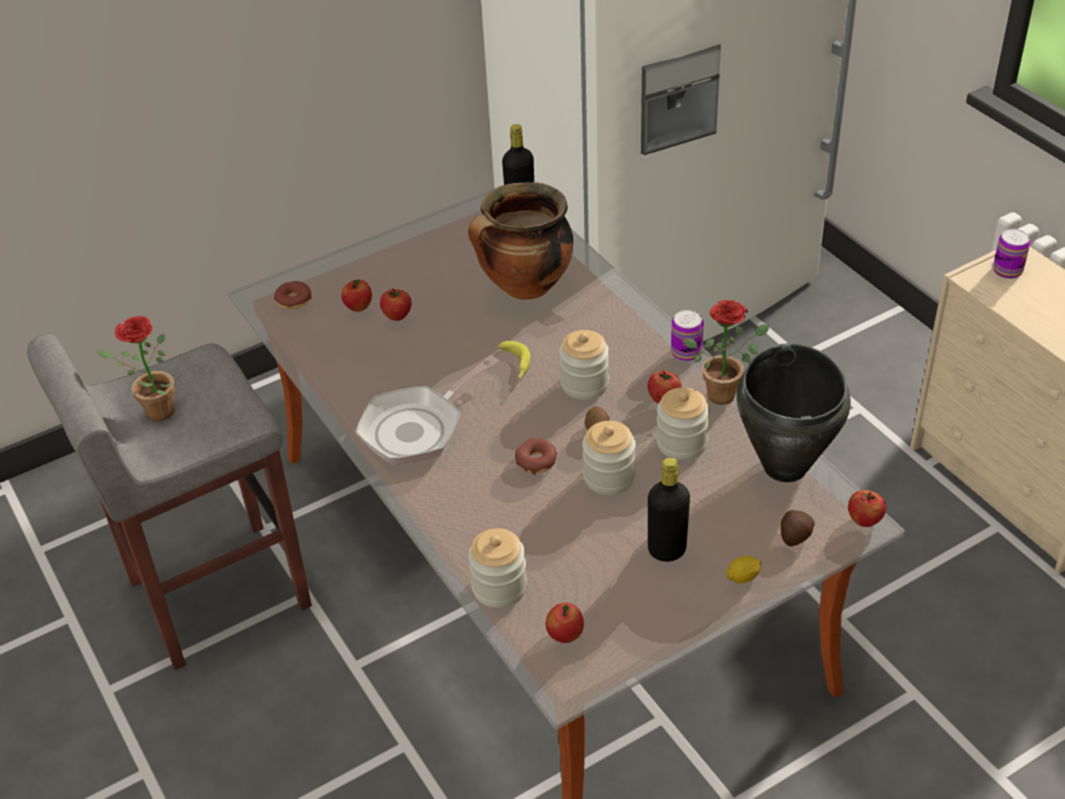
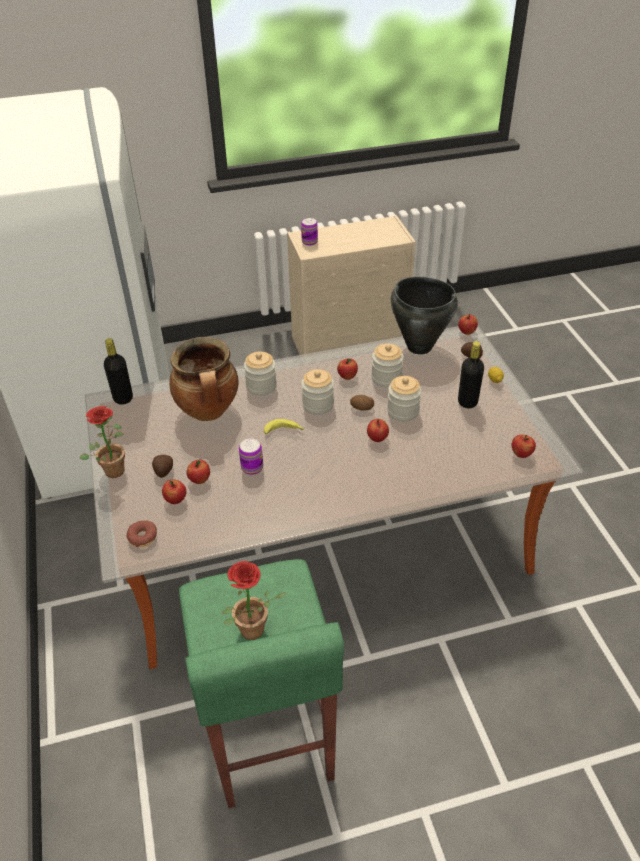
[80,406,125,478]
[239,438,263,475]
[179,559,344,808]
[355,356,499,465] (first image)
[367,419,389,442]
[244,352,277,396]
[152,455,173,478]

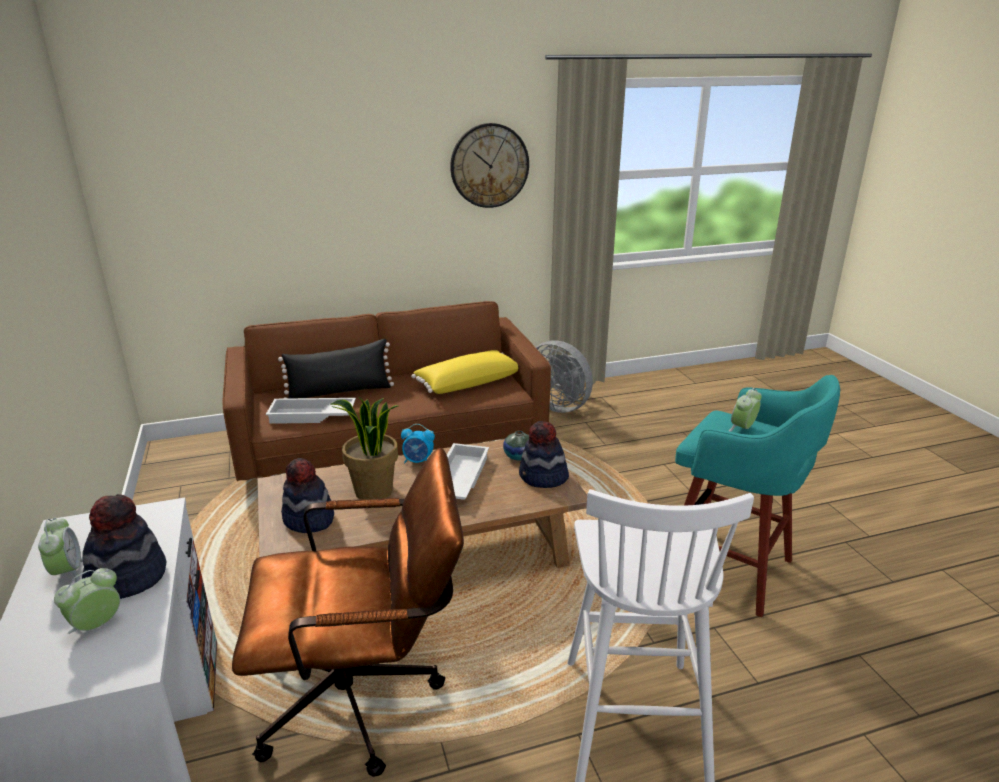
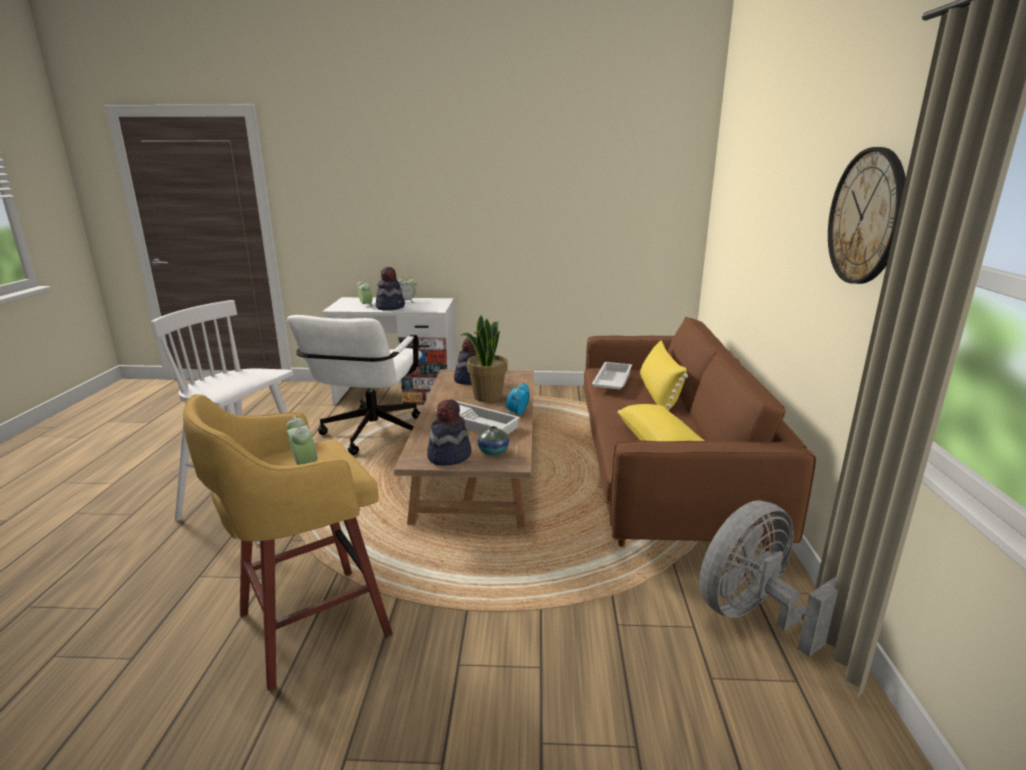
[640,340,688,411]
[183,394,393,691]
[287,315,422,455]

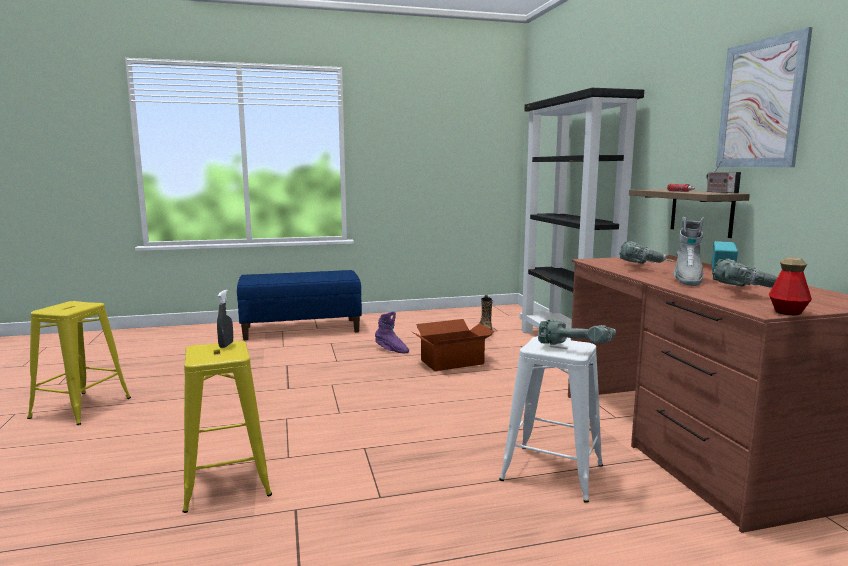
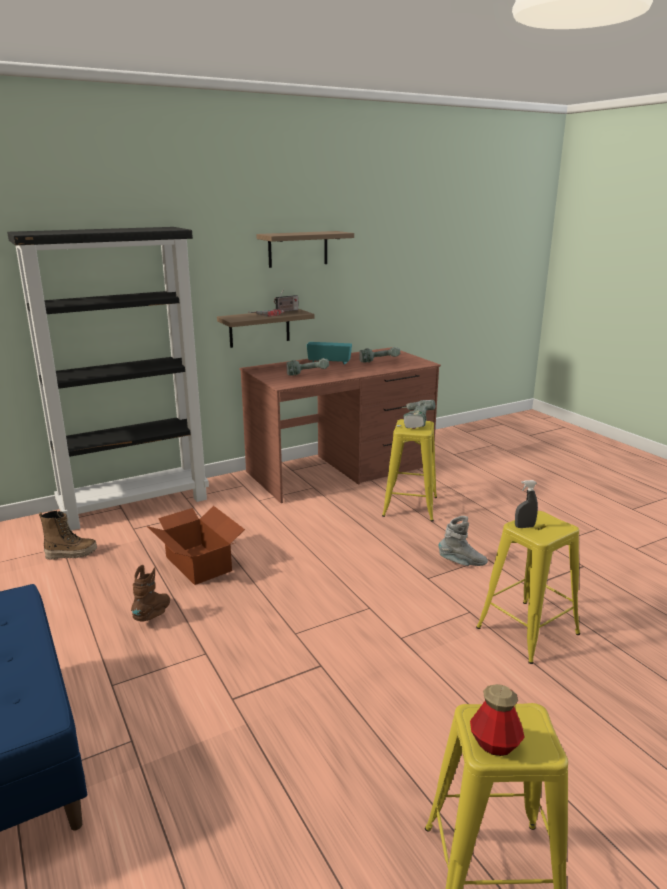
[256,231,354,268]
[438,516,488,566]
[470,684,525,756]
[131,565,170,621]
[382,419,437,522]

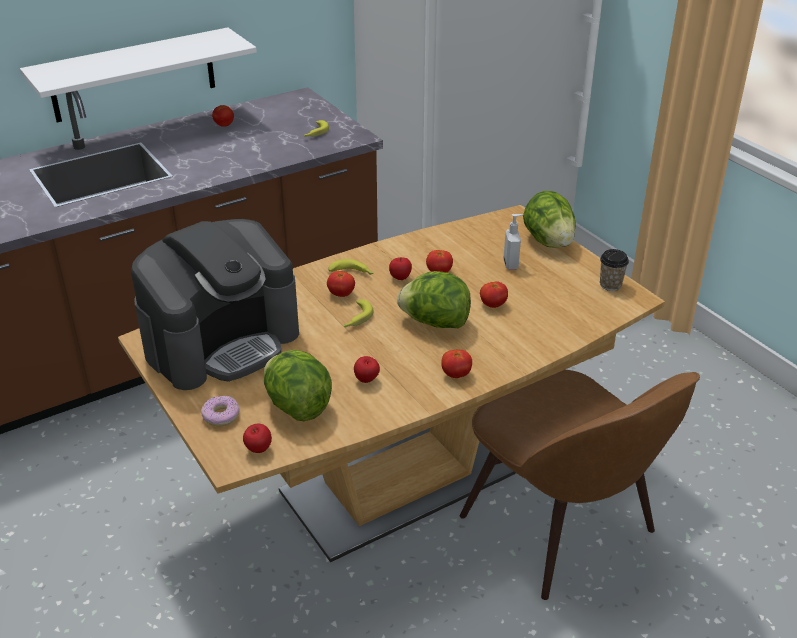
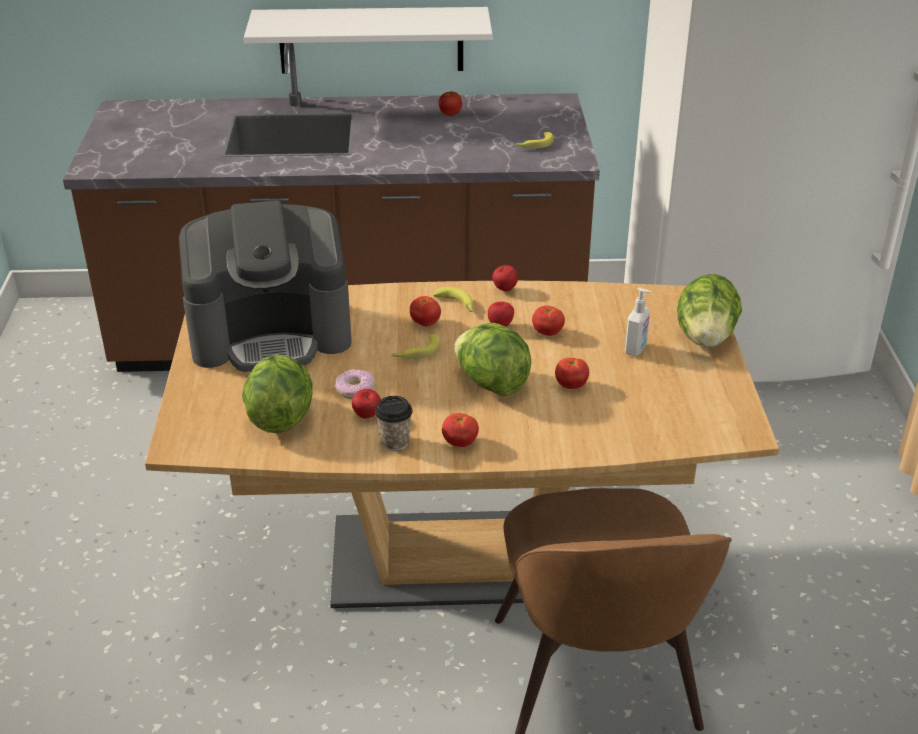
[375,396,412,451]
[335,369,375,399]
[492,265,518,291]

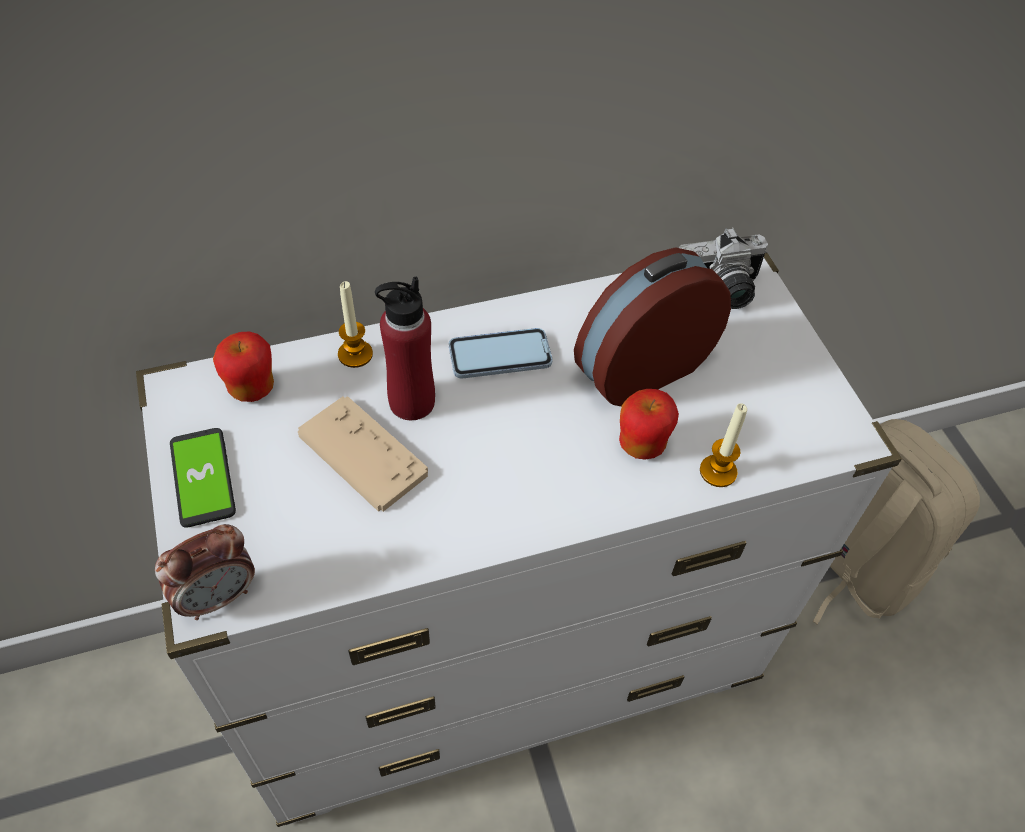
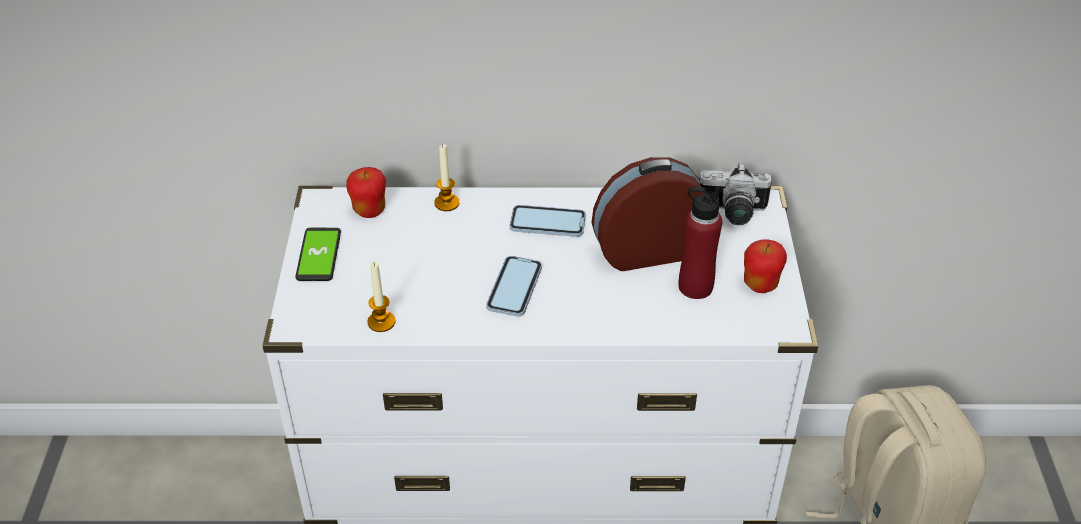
[679,187,722,299]
[744,240,787,293]
[298,396,428,512] (first image)
[367,262,396,332]
[155,524,255,620] (first image)
[486,256,542,316]

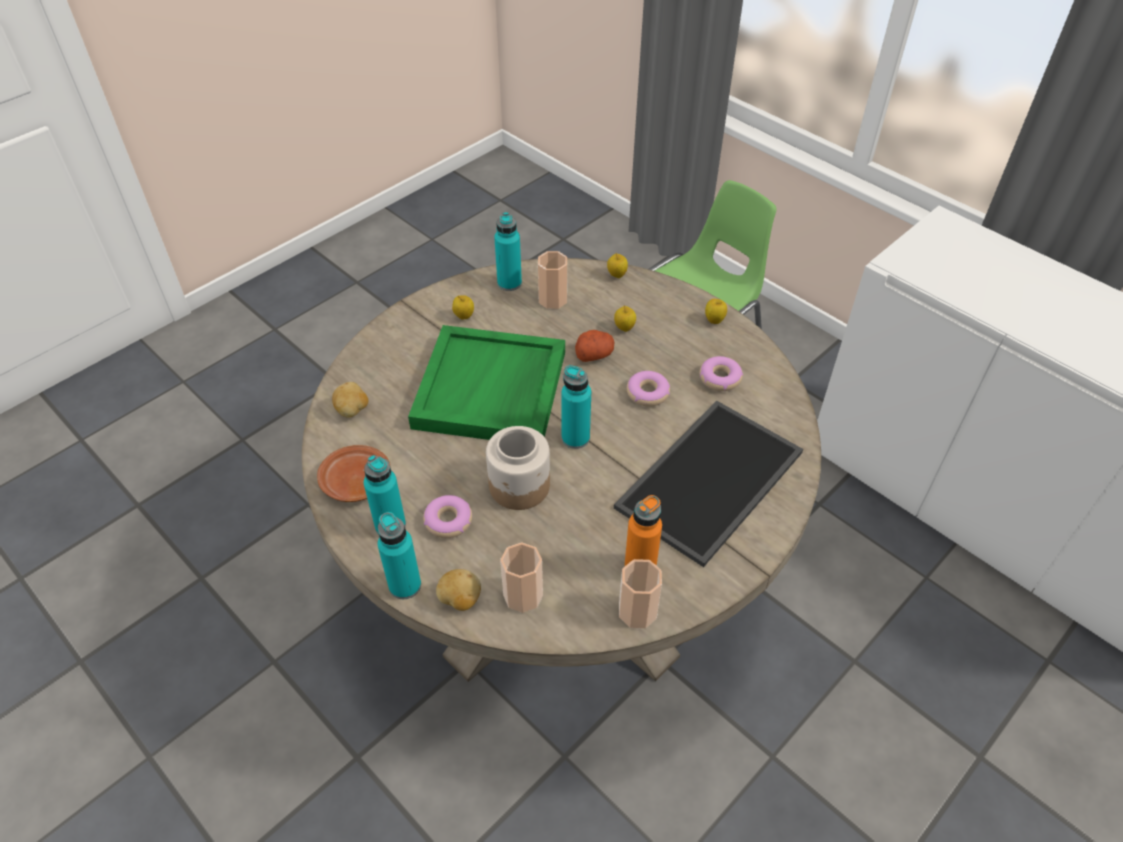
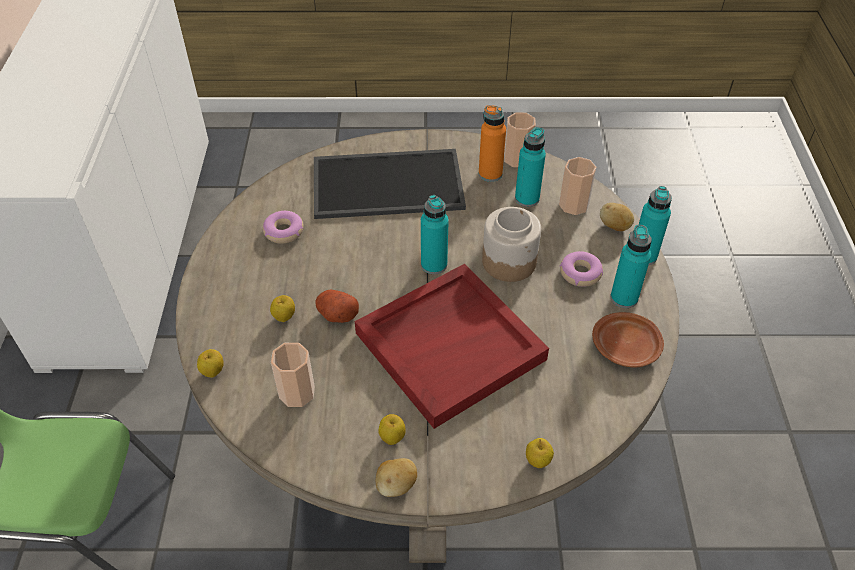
[515,127,546,207]
[526,438,554,468]
[355,264,549,429]
[627,371,670,407] (first image)
[376,458,417,497]

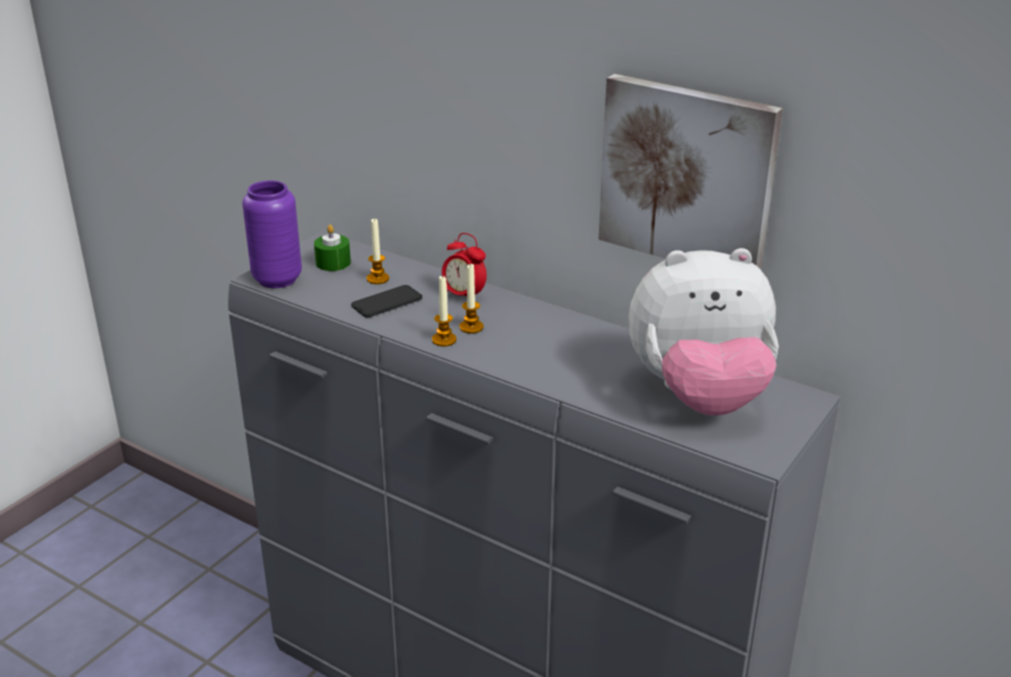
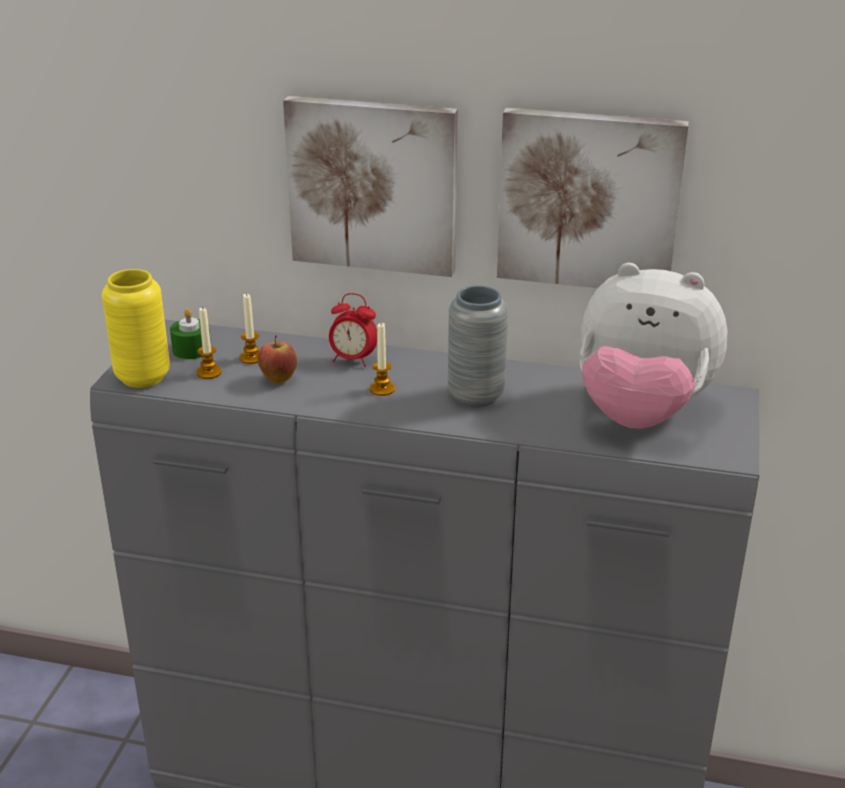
[102,269,170,388]
[580,263,727,429]
[196,307,222,379]
[258,336,297,384]
[283,96,458,277]
[448,285,508,407]

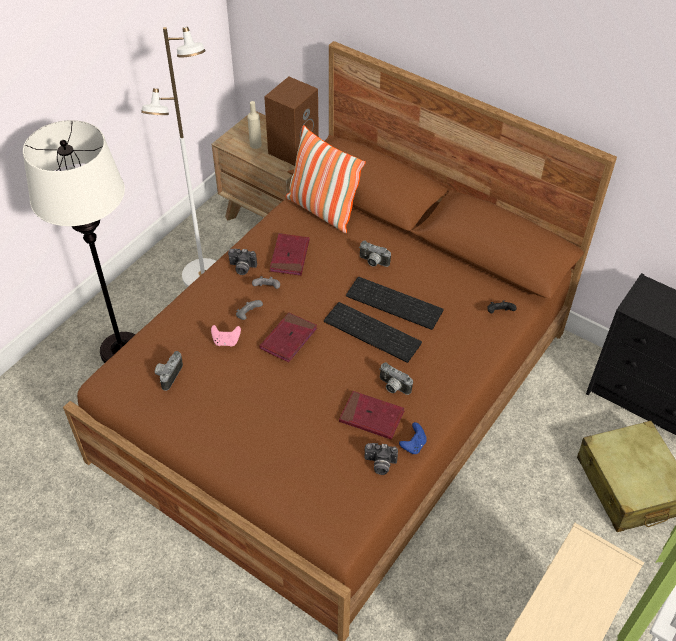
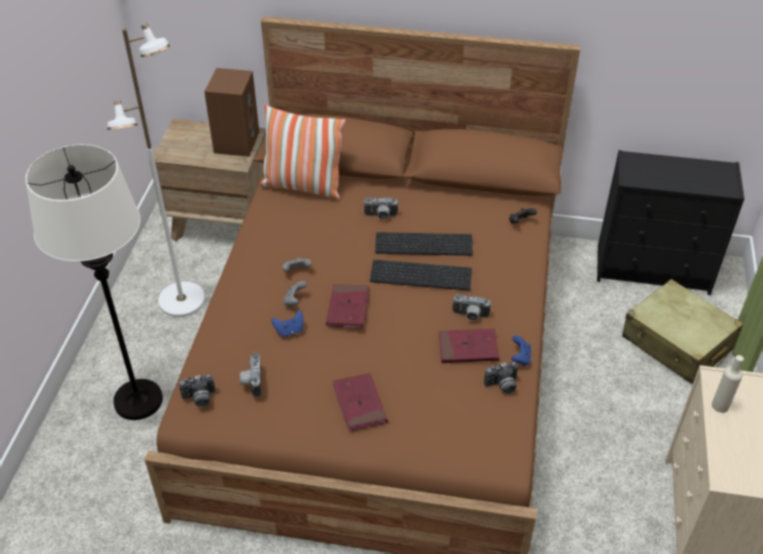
[712,355,744,413]
[333,373,388,432]
[179,374,216,407]
[272,310,303,337]

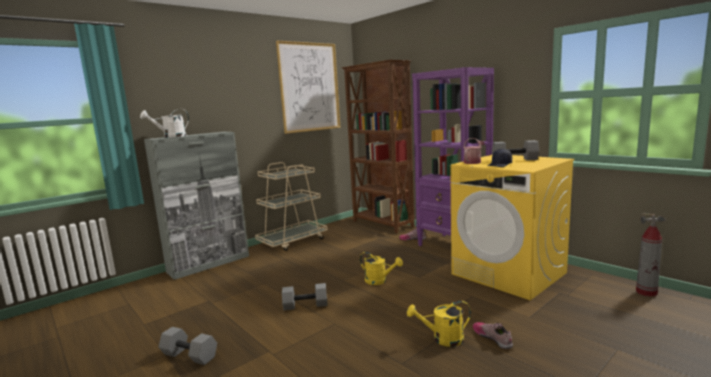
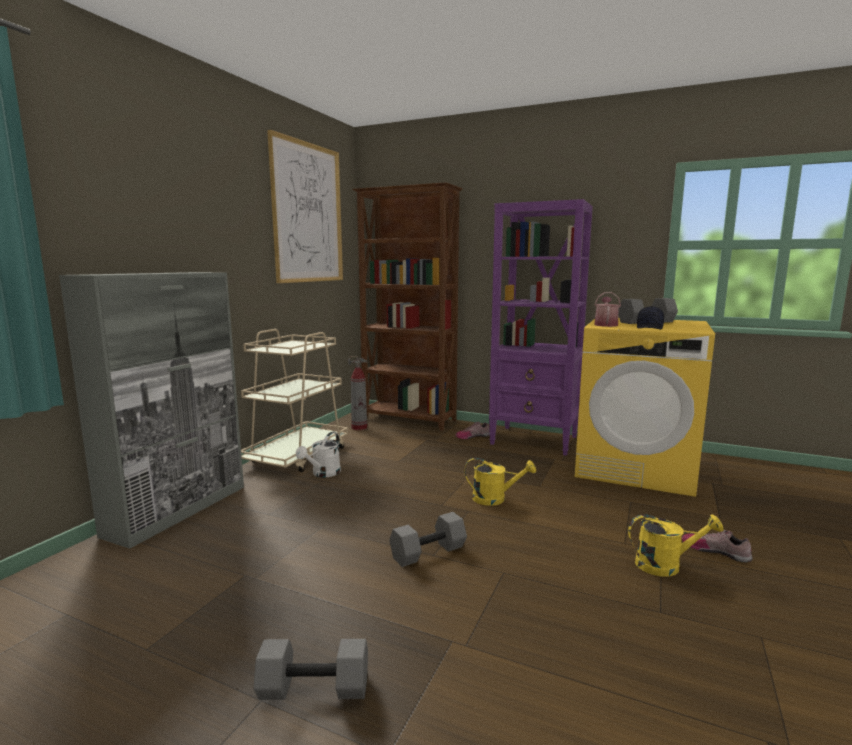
[296,432,341,477]
[348,356,367,430]
[628,514,723,577]

